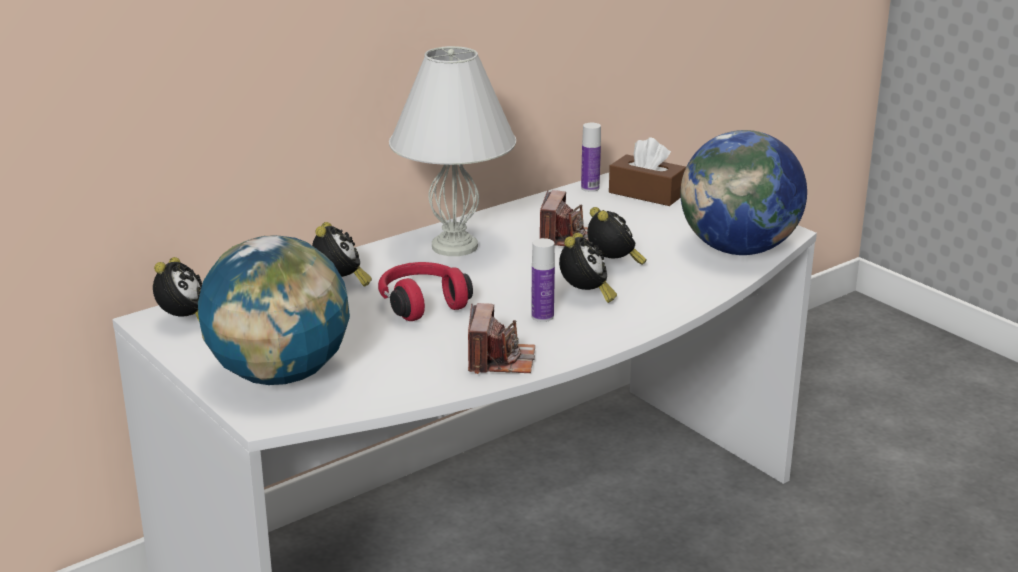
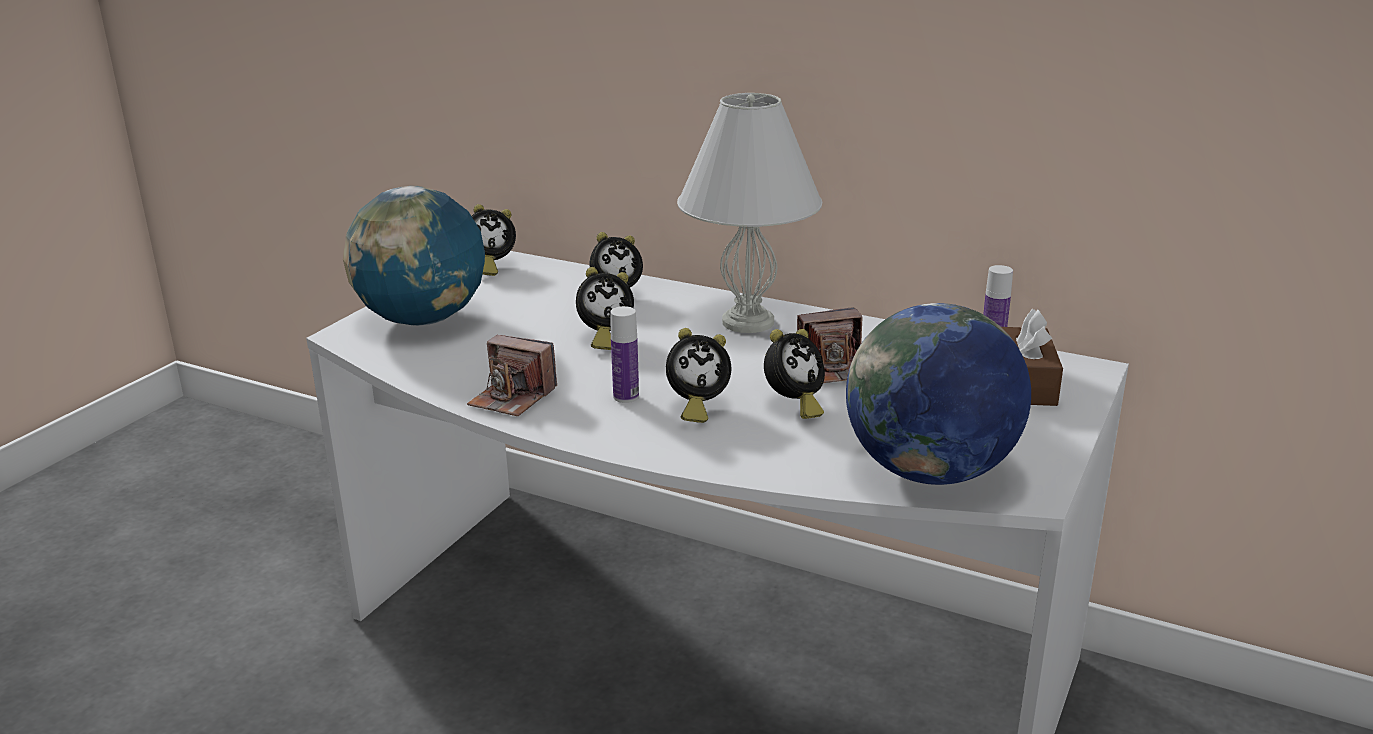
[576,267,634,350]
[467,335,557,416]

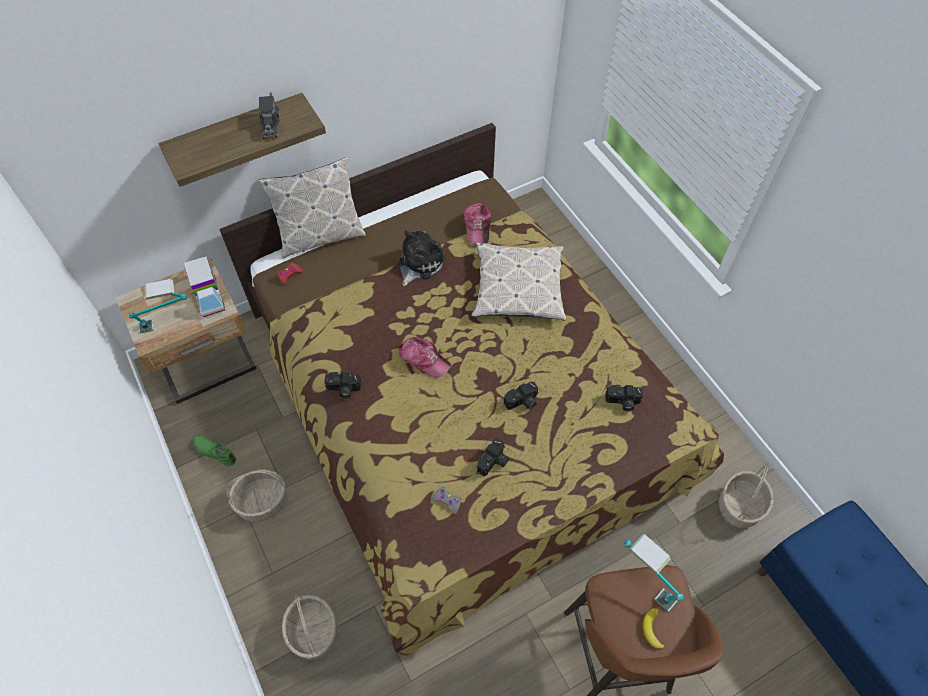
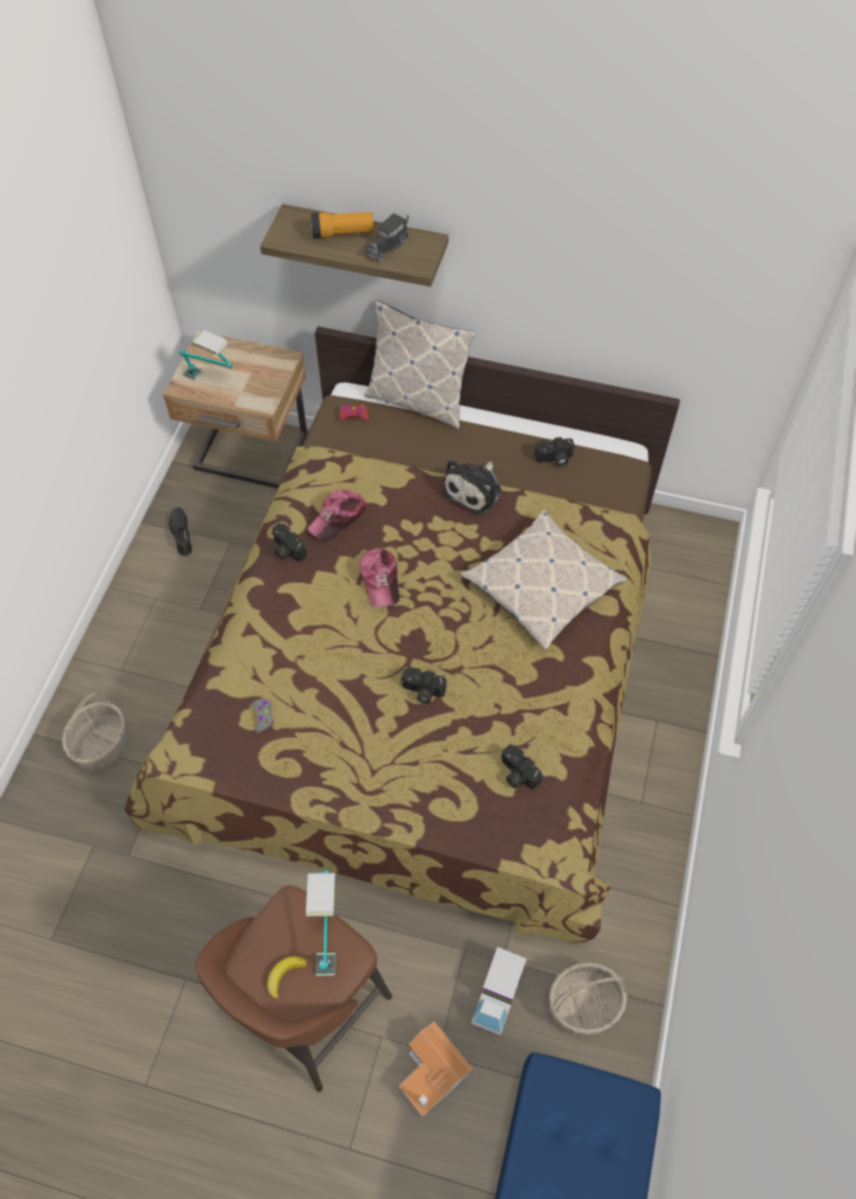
[307,489,367,541]
[442,459,502,515]
[471,947,527,1037]
[169,507,192,556]
[534,437,575,466]
[226,469,287,522] (first image)
[311,212,374,238]
[399,1022,473,1117]

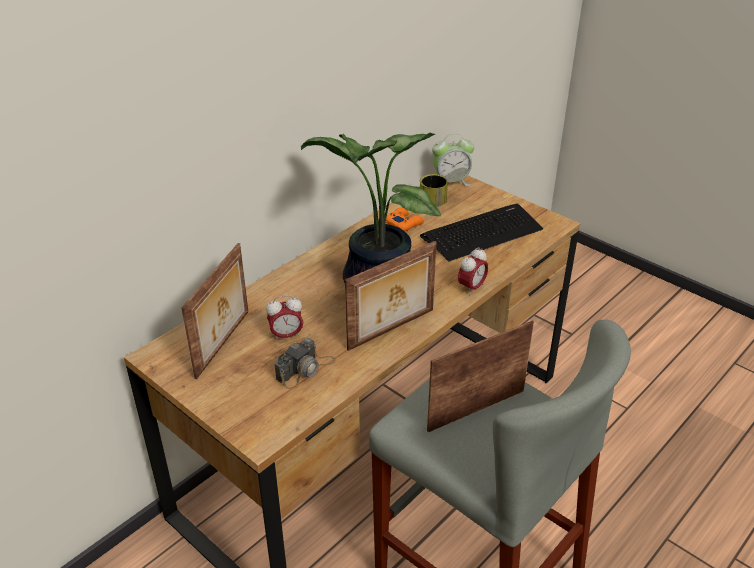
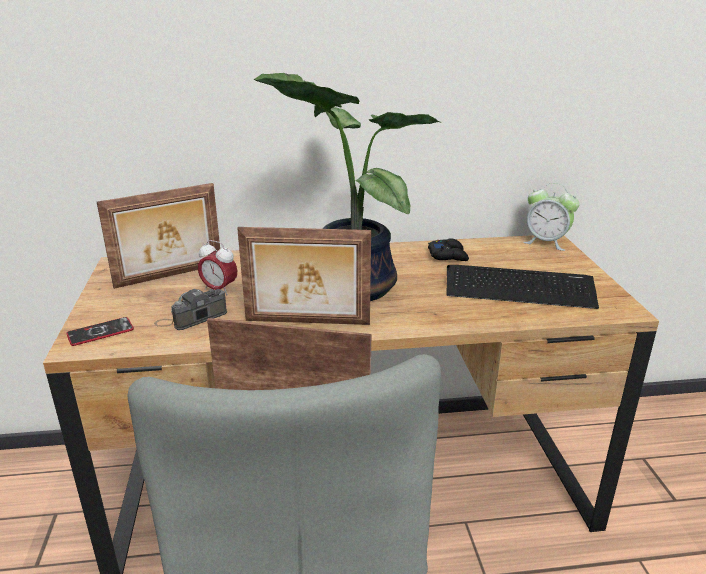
[420,168,467,207] (first image)
[428,238,469,261]
[458,247,488,296] (first image)
[154,289,227,330]
[66,317,134,346]

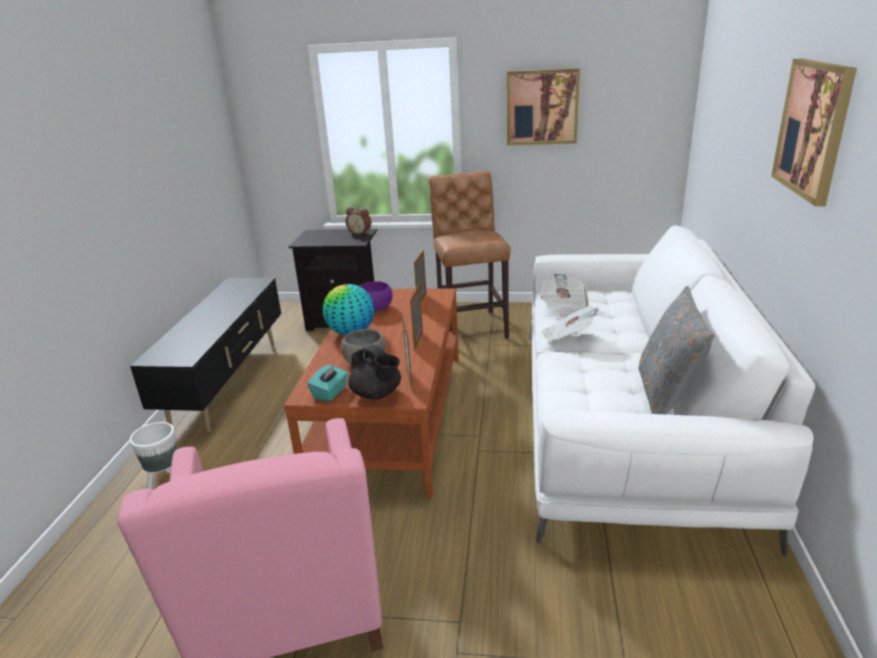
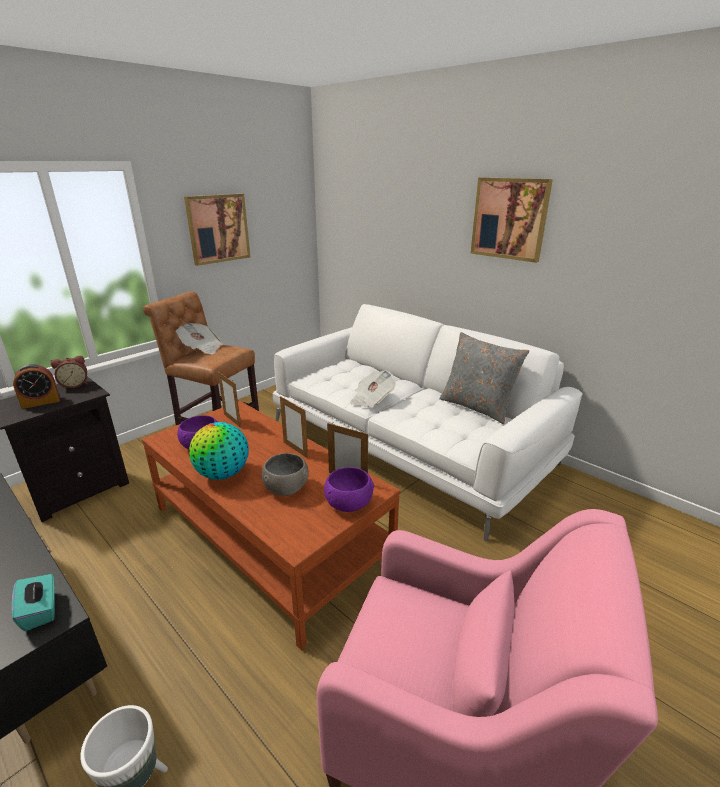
[176,323,223,354]
[324,467,374,512]
[12,574,55,631]
[13,364,60,409]

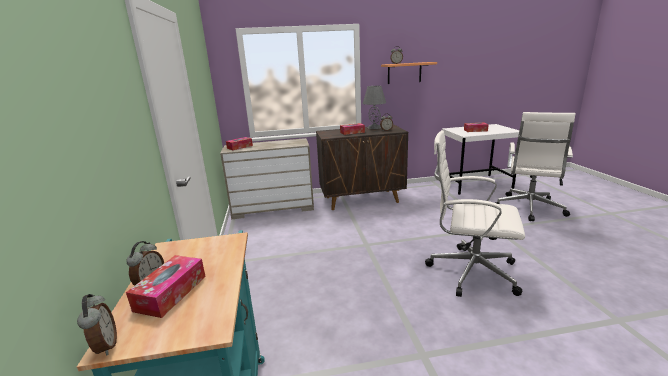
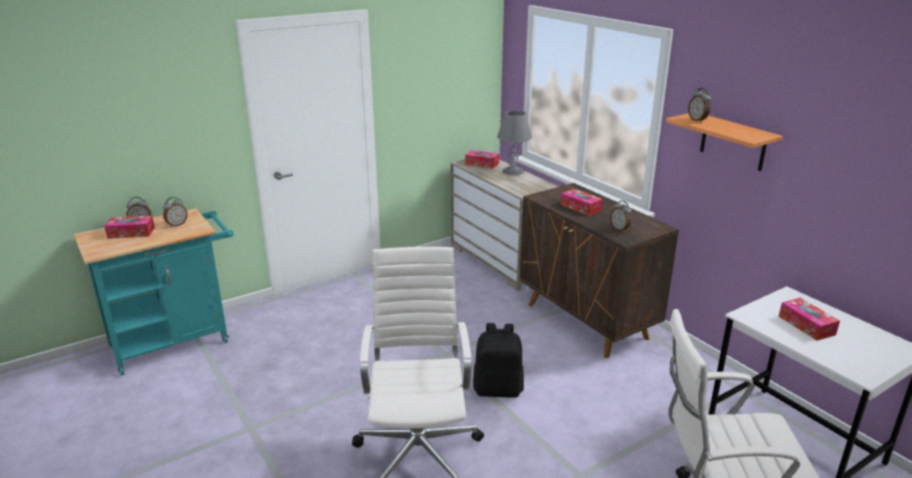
[497,110,532,176]
[163,197,188,228]
[473,323,524,398]

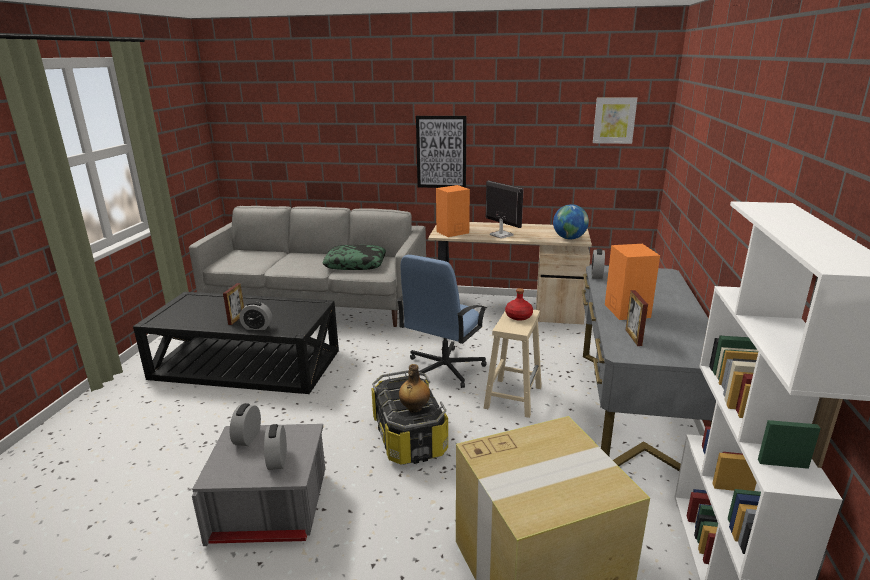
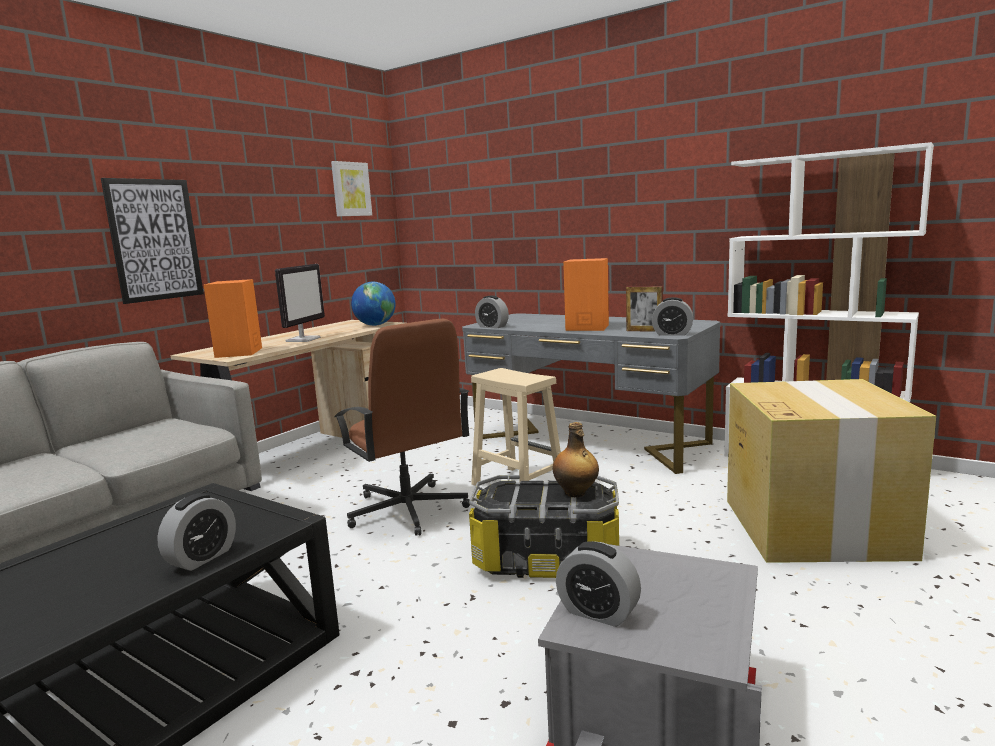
[275,264,325,342]
[322,245,386,270] (first image)
[334,319,470,536]
[223,283,244,325] (first image)
[505,288,533,321] (first image)
[652,297,693,336]

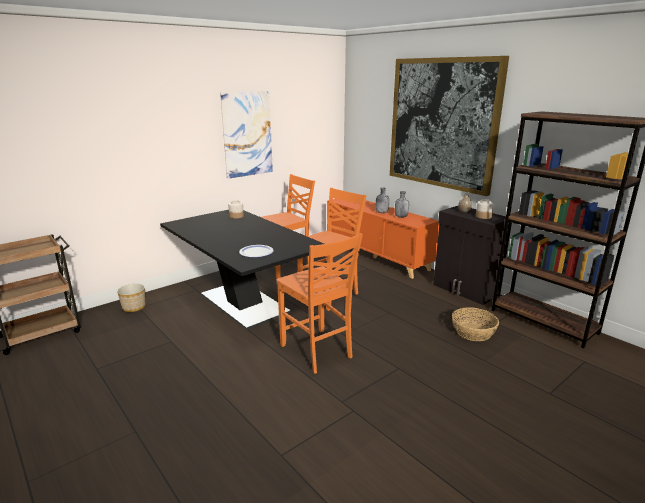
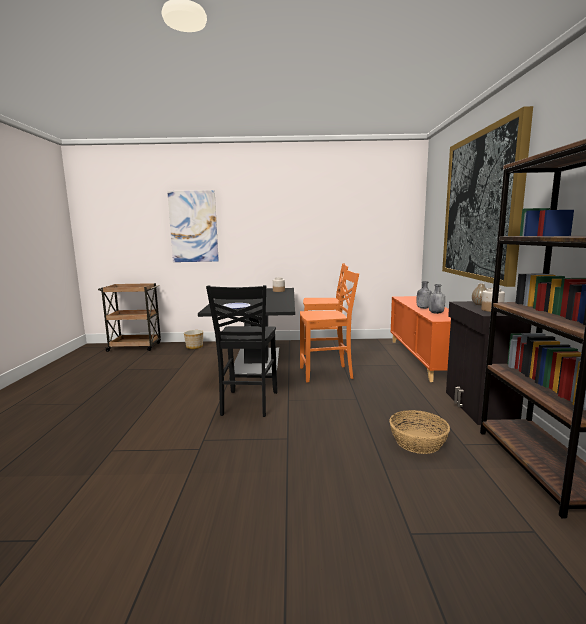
[167,190,219,262]
[206,285,278,417]

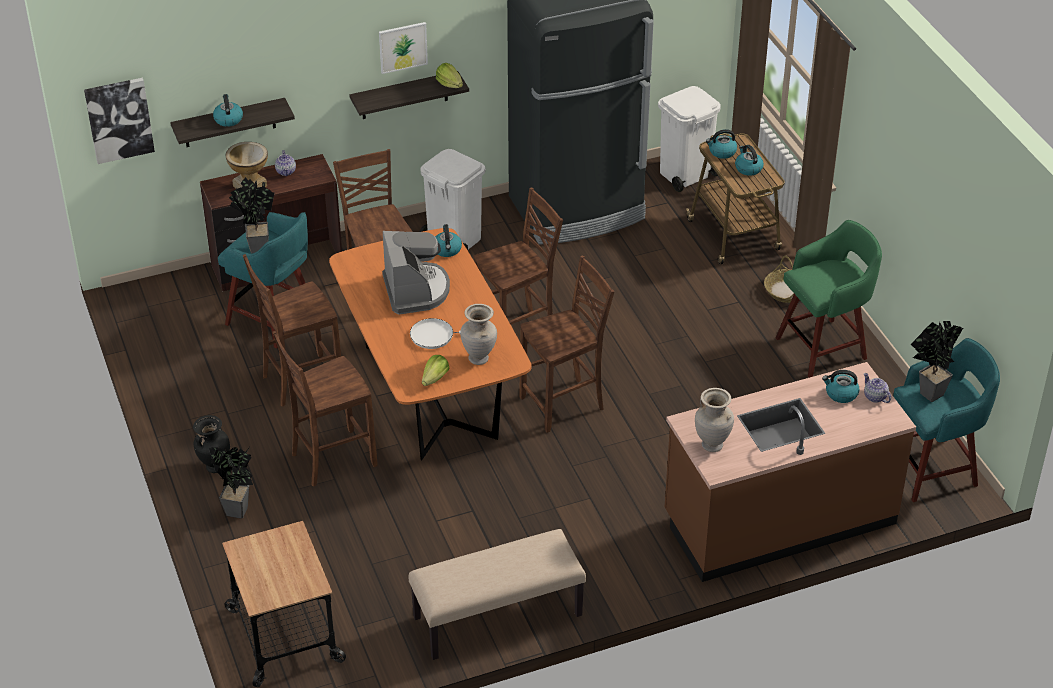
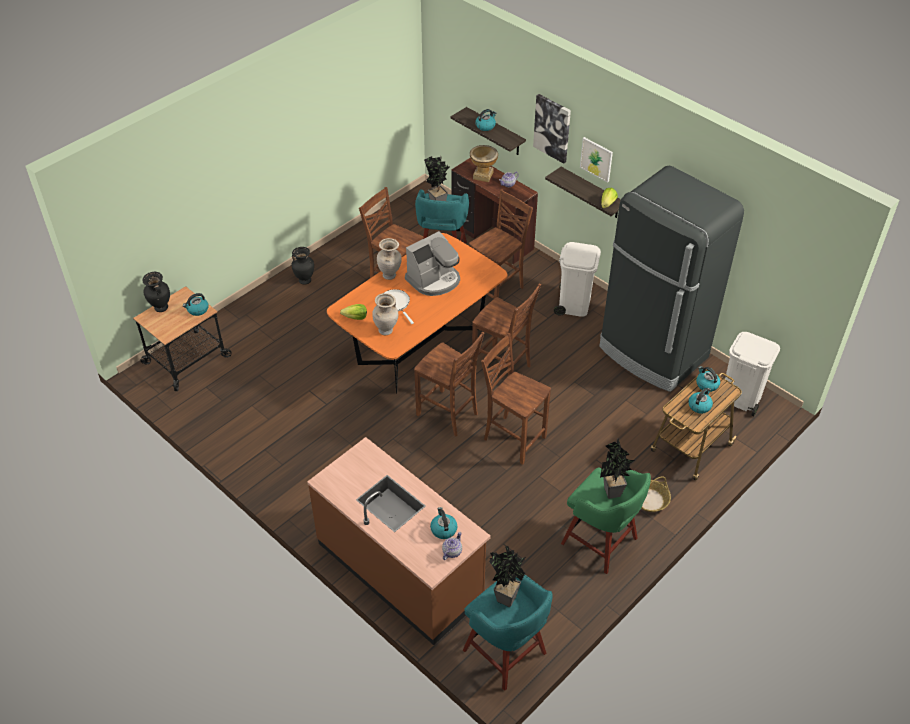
[533,94,571,164]
[183,293,209,316]
[481,333,551,465]
[377,238,402,280]
[600,438,635,499]
[409,529,586,660] (first image)
[142,272,170,312]

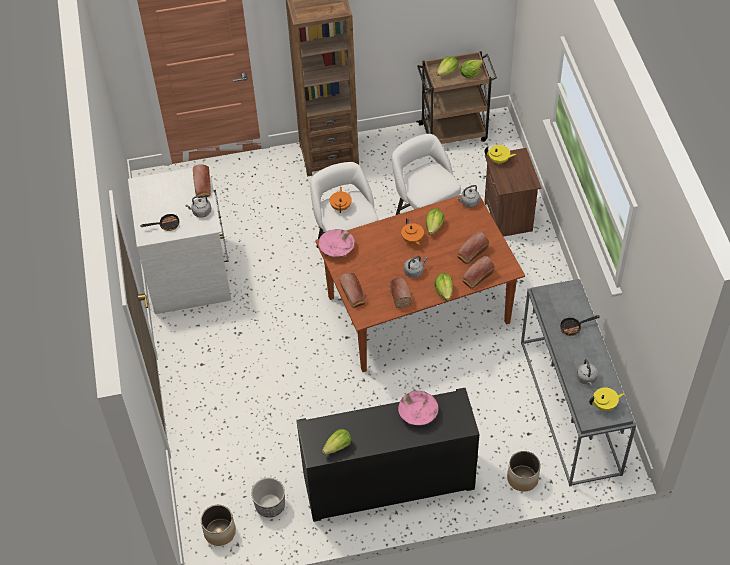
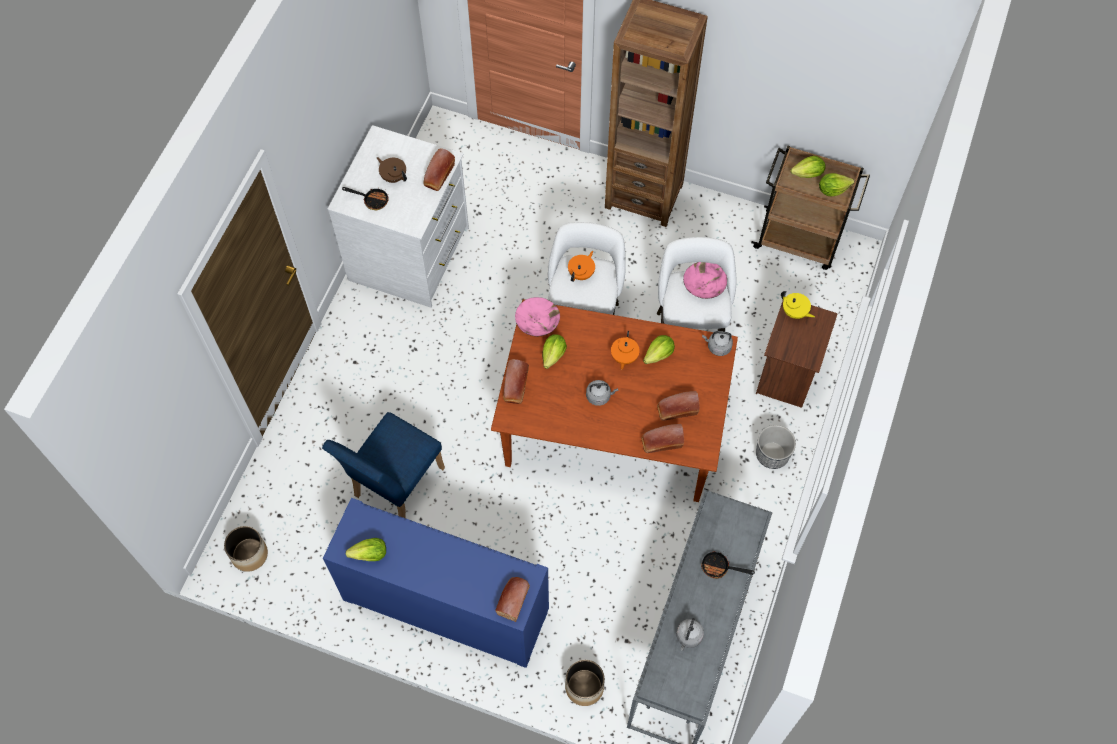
[185,195,211,218] (first image)
[542,335,567,369]
[495,577,530,622]
[589,387,625,411] (first image)
[323,498,549,668]
[683,262,727,299]
[756,425,796,469]
[377,157,407,183]
[322,412,445,518]

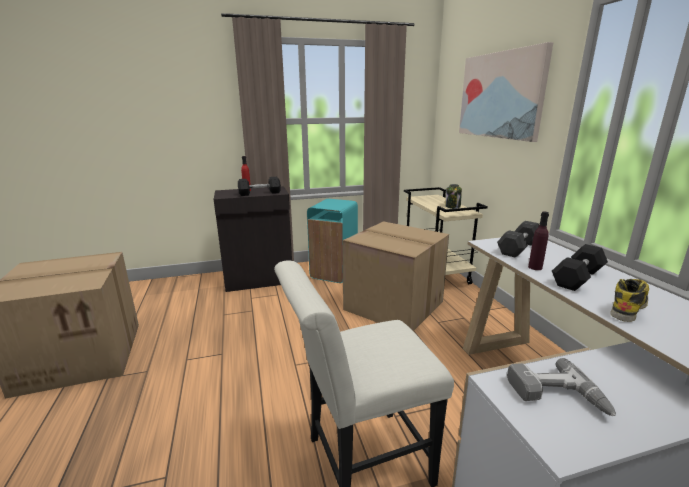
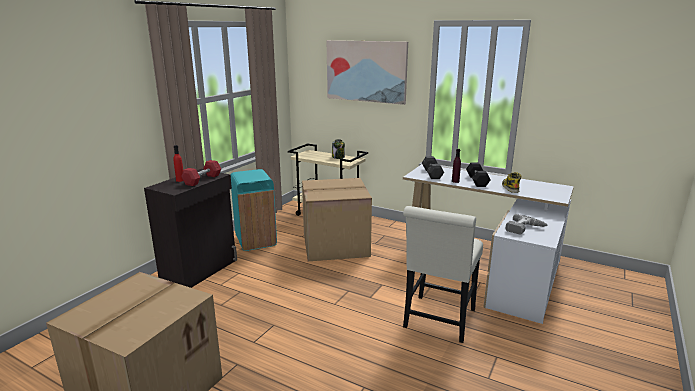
[181,160,221,186]

